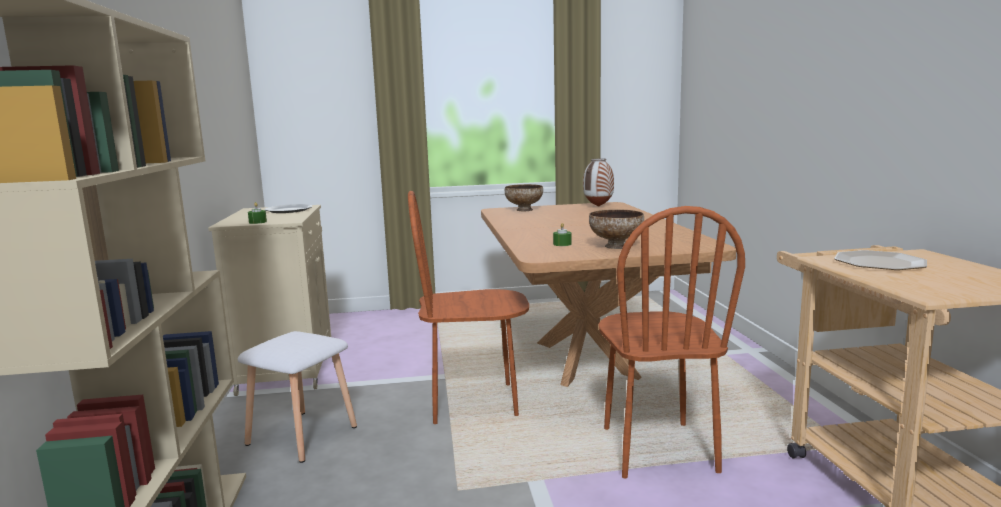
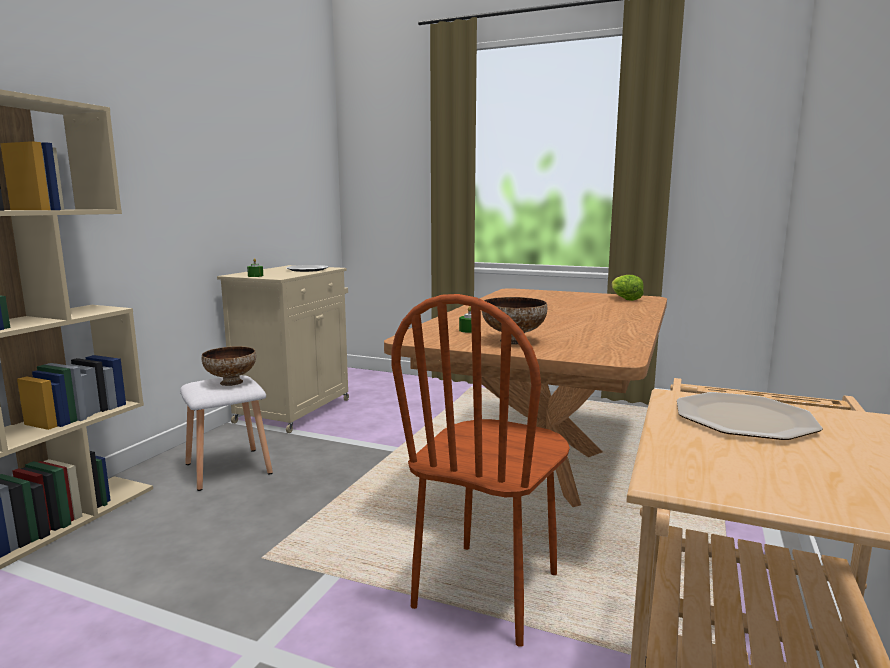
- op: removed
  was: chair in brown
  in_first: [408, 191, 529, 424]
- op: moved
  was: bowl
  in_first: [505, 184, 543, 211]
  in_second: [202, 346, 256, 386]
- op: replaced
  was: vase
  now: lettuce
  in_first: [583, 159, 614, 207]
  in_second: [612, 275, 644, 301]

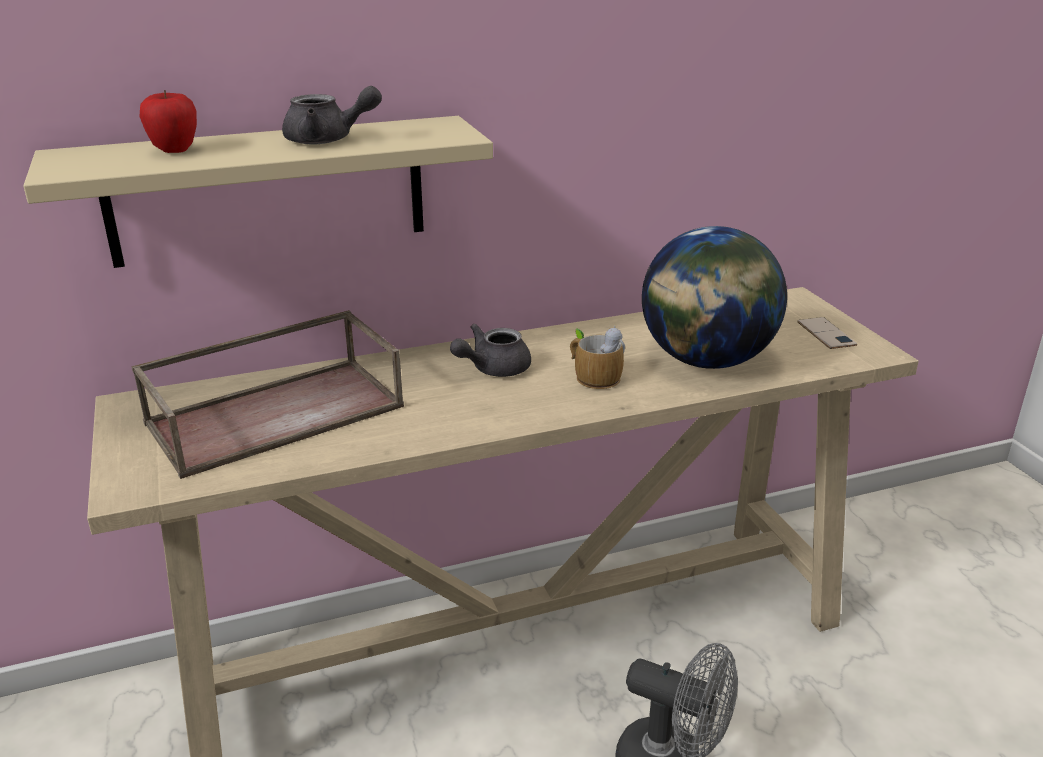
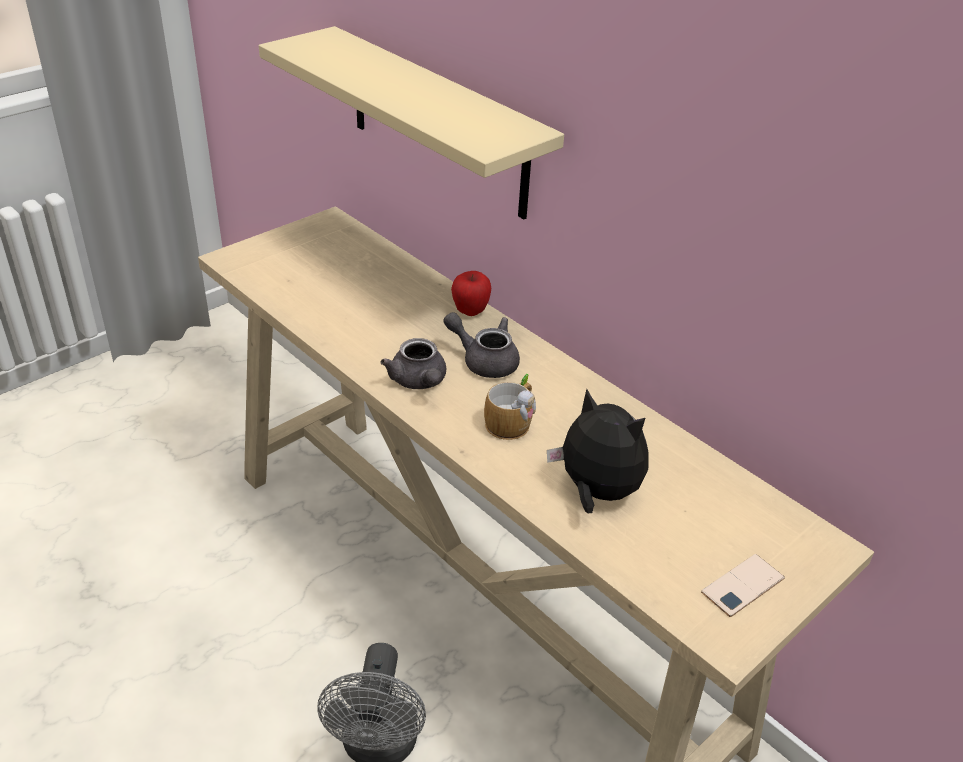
- op: removed
  was: tray in brown
  in_first: [131, 310, 404, 479]
- op: moved
  was: apple
  in_first: [139, 90, 197, 153]
  in_second: [451, 271, 491, 316]
- op: moved
  was: teapot in grey
  in_first: [282, 86, 382, 145]
  in_second: [381, 338, 446, 389]
- op: replaced
  was: globe
  now: plush toy
  in_first: [642, 226, 787, 369]
  in_second: [547, 389, 648, 514]

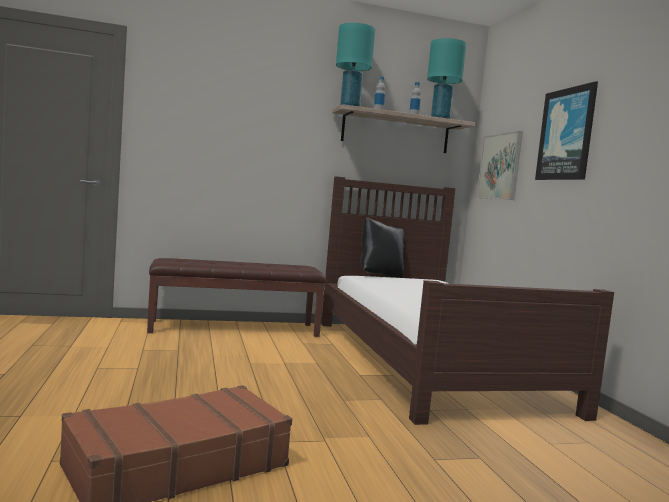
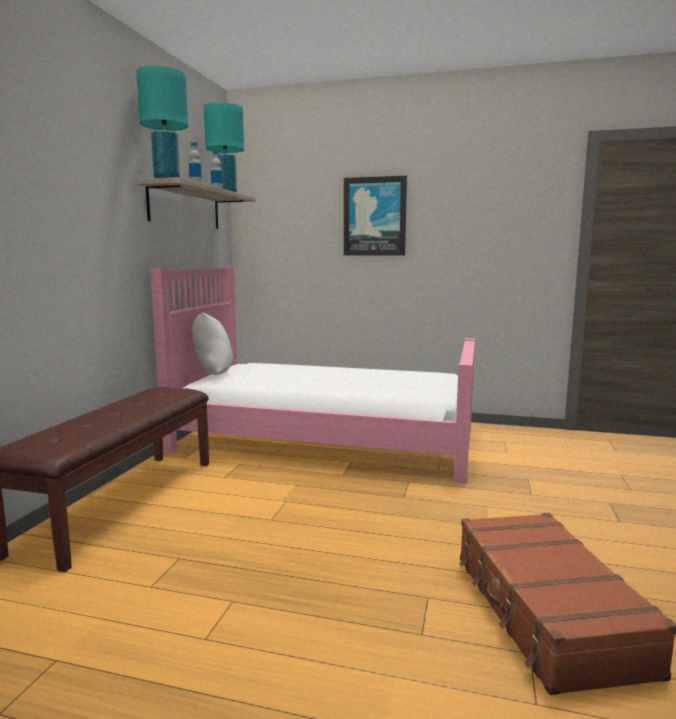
- op: removed
  was: picture
  in_first: [477, 131, 523, 200]
- op: recoloured
  was: bed in brown
  now: bed in pink
  in_first: [321, 177, 614, 425]
  in_second: [150, 266, 475, 484]
- op: recoloured
  was: pillow in black
  now: pillow in white
  in_first: [361, 217, 404, 278]
  in_second: [192, 312, 233, 375]

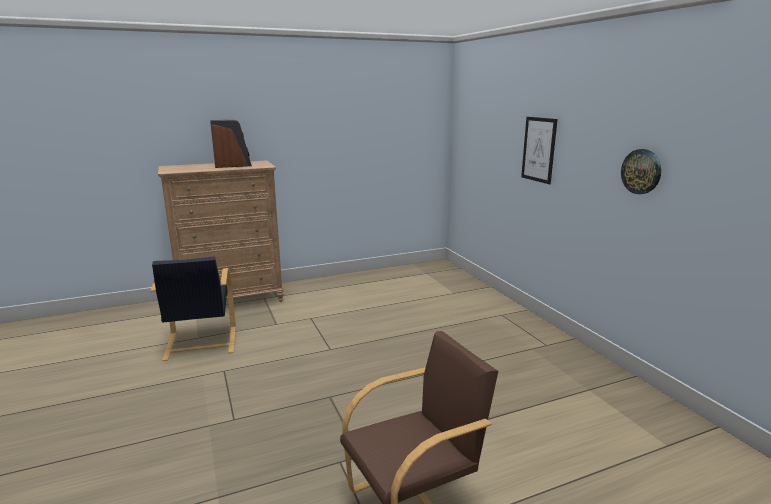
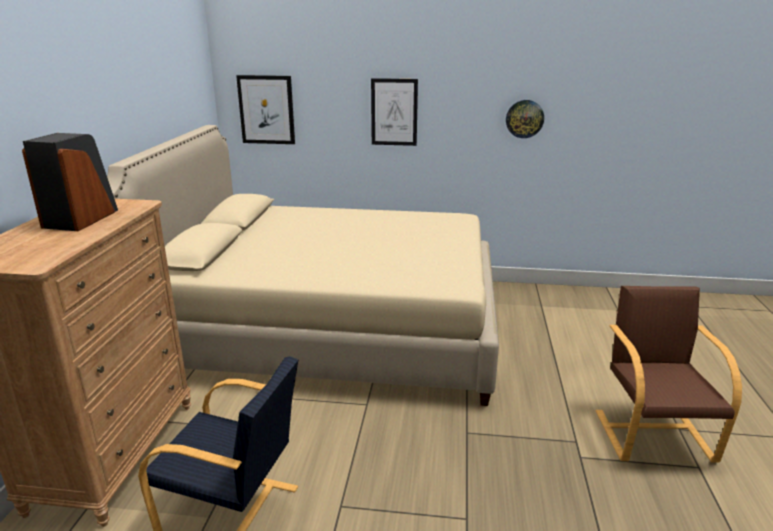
- op: added
  now: bed in beige
  in_second: [107, 125, 499, 406]
- op: added
  now: picture
  in_second: [236, 75, 295, 144]

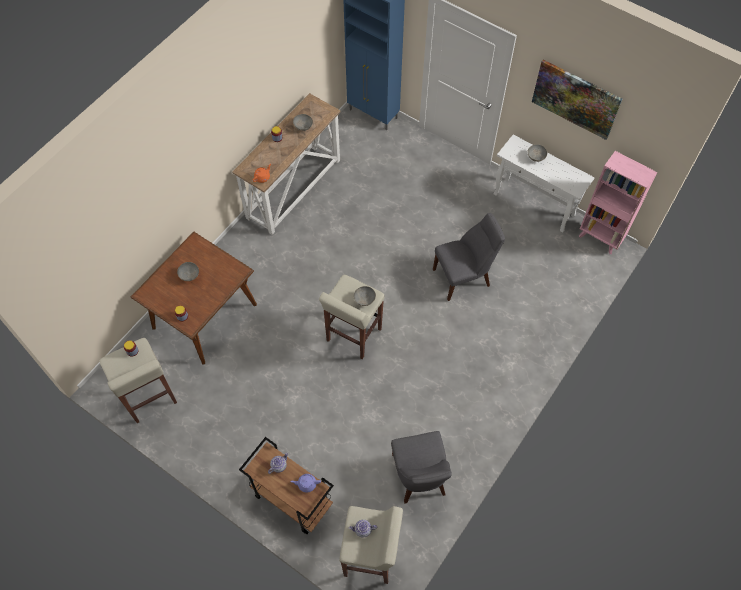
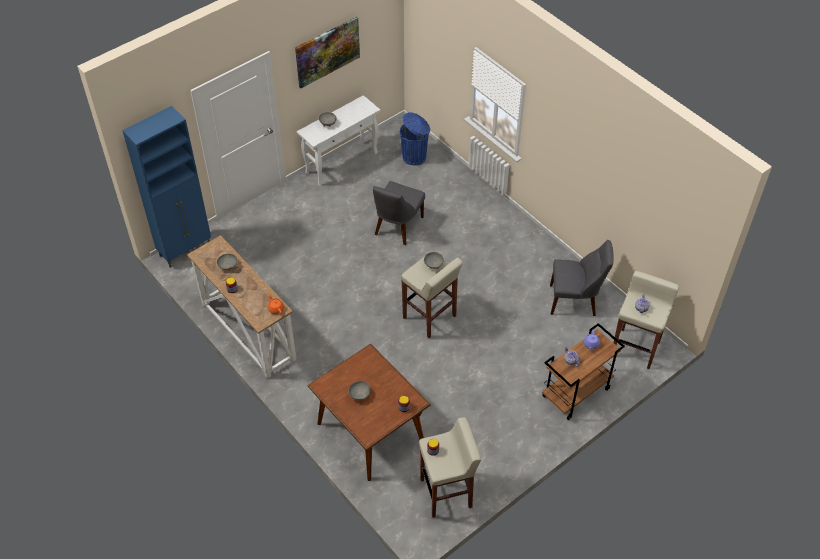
- op: removed
  was: bookcase in pink
  in_first: [579, 151, 657, 254]
- op: added
  now: trash can in blue
  in_second: [400, 112, 430, 165]
- op: turned
  was: chair in grey
  in_first: [433, 213, 505, 301]
  in_second: [373, 181, 425, 245]
  clockwise: -150

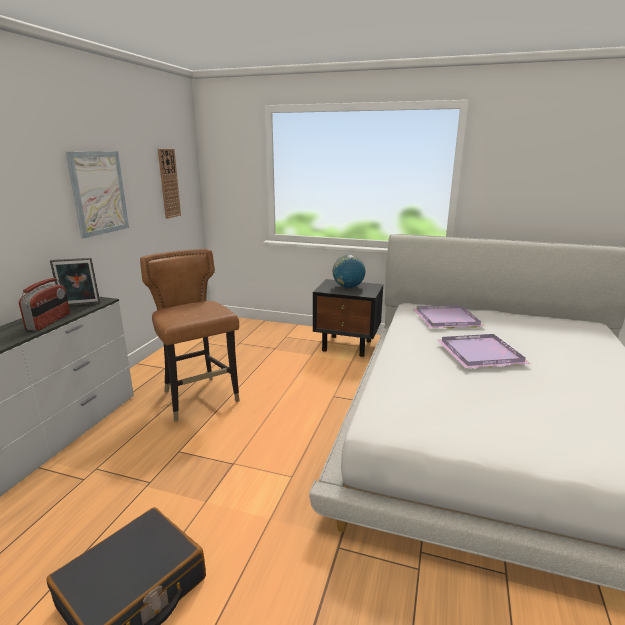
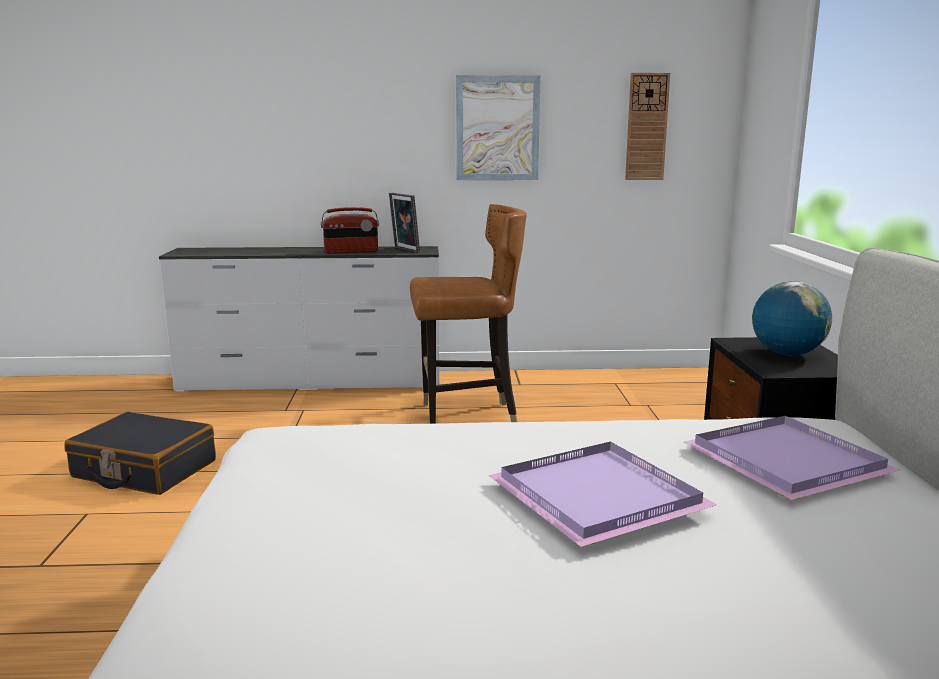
- op: turned
  was: chair in brown
  in_first: [140, 249, 240, 421]
  in_second: [410, 204, 527, 424]
  clockwise: 45

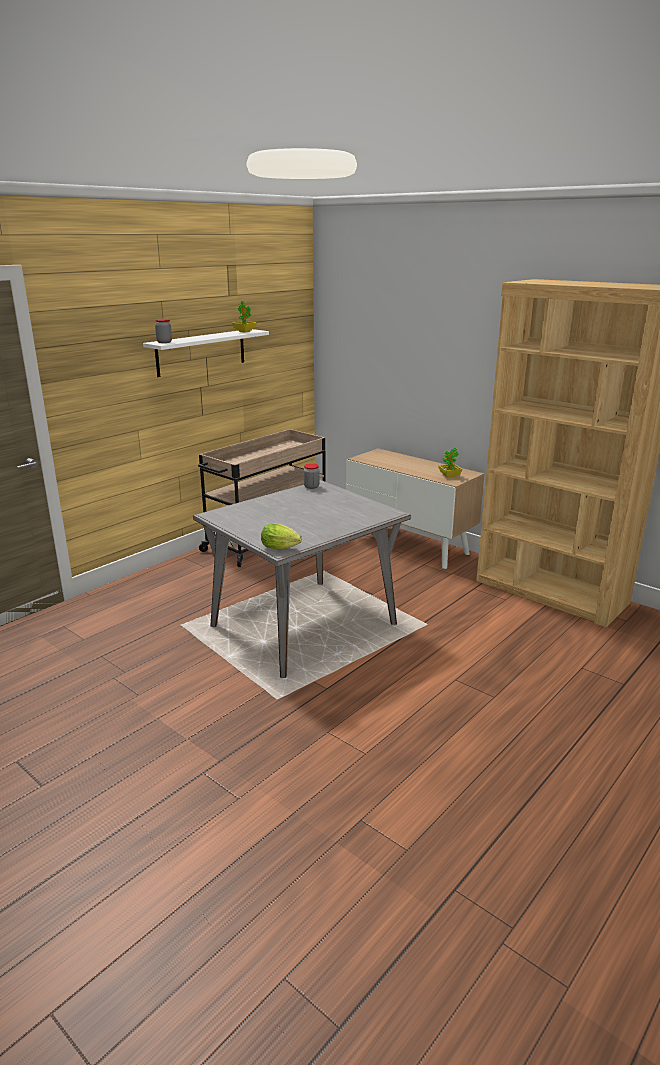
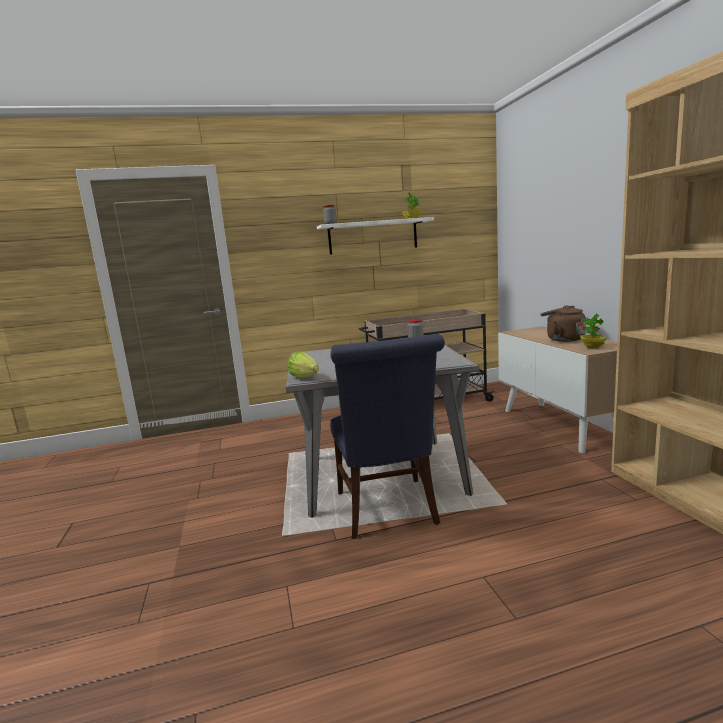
- op: added
  now: chair in blue
  in_second: [330, 334, 445, 539]
- op: added
  now: kettle in brown
  in_second: [541, 305, 586, 342]

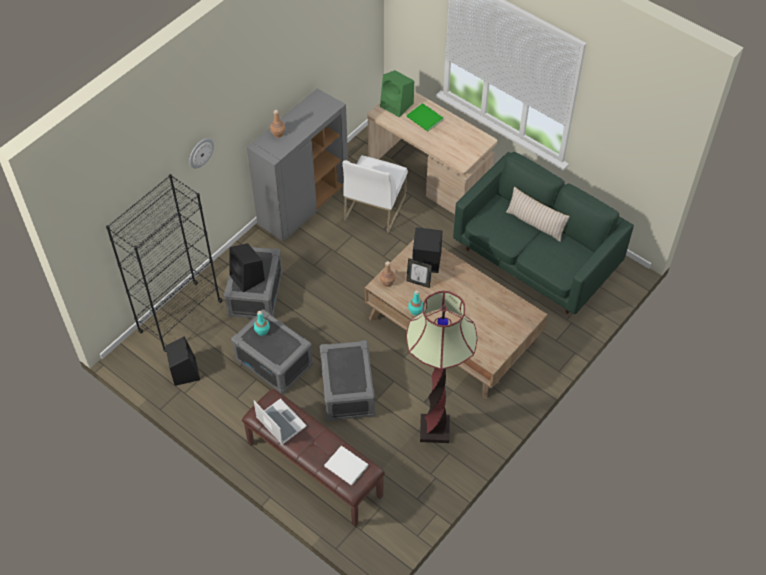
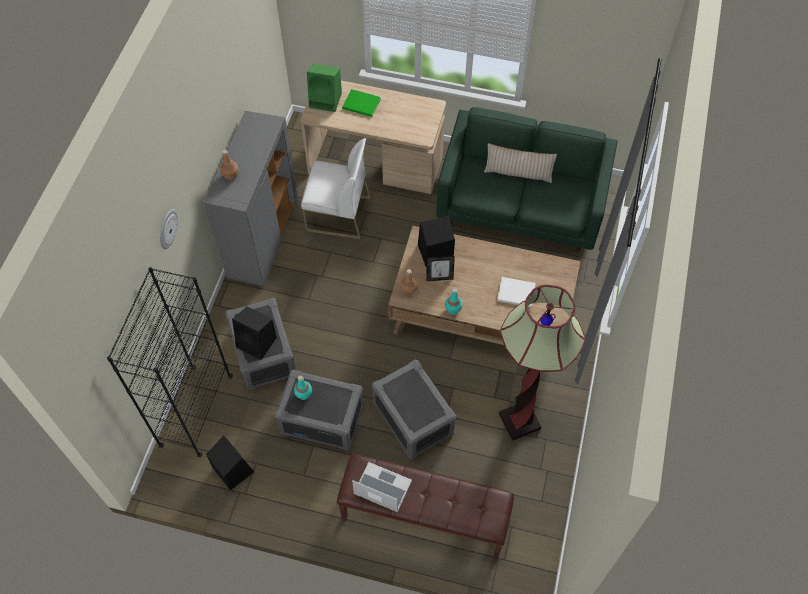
- op: moved
  was: book in white
  in_first: [324, 446, 368, 486]
  in_second: [497, 277, 536, 307]
- op: turned
  was: chair in white
  in_first: [343, 155, 408, 233]
  in_second: [301, 138, 371, 239]
  clockwise: -75

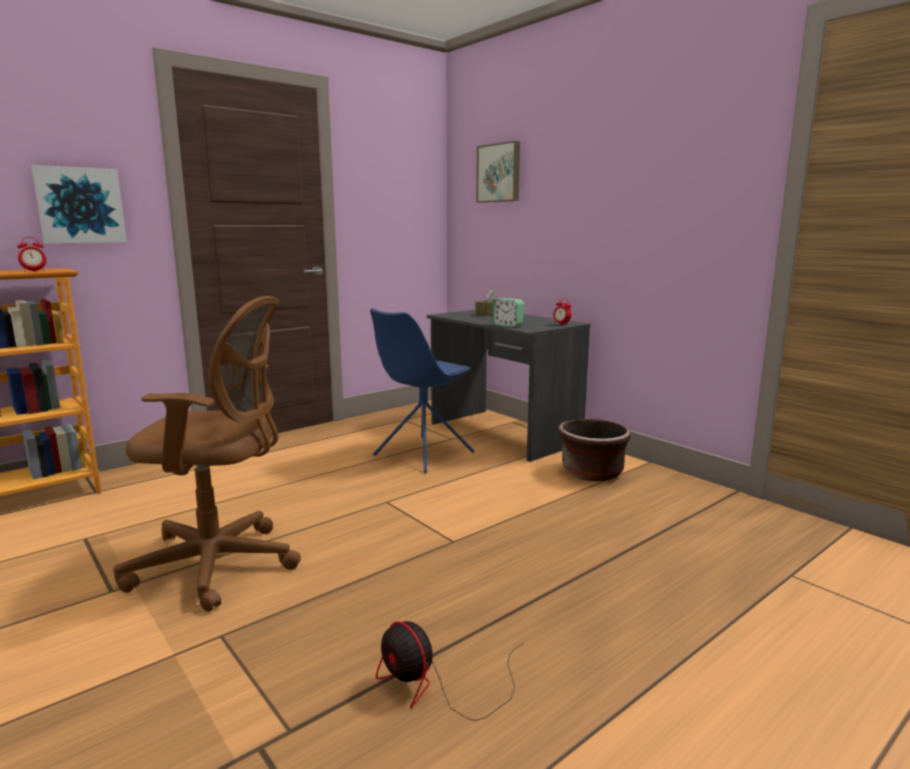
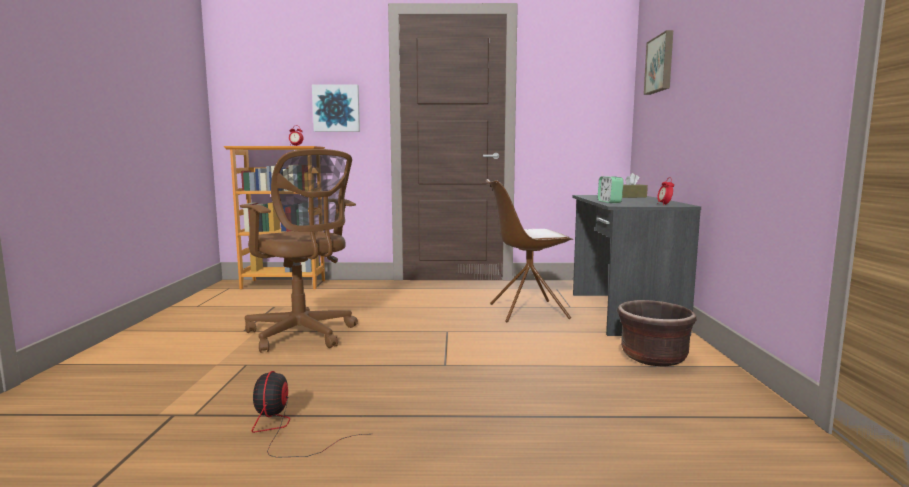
- op: recoloured
  was: chair in blue
  now: chair in brown
  in_first: [370, 308, 474, 473]
  in_second: [486, 179, 573, 322]

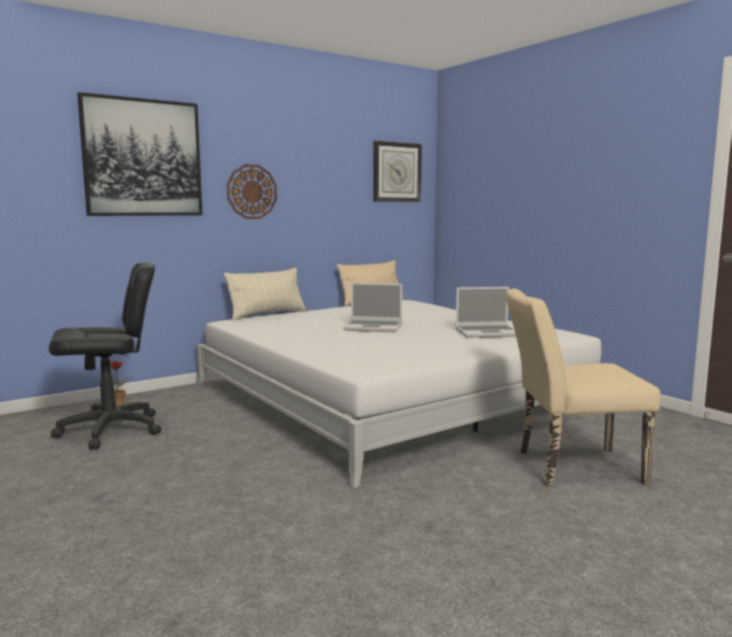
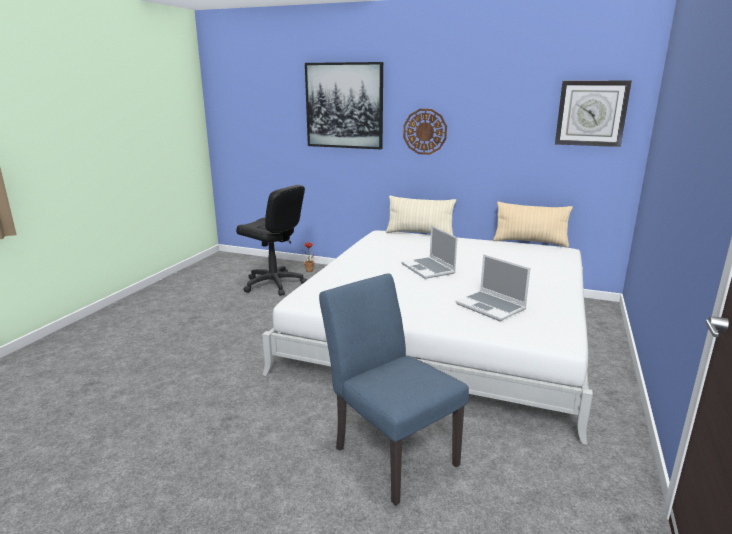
- op: recoloured
  was: chair in beige
  now: chair in blue
  in_first: [506, 289, 660, 486]
  in_second: [319, 273, 469, 506]

